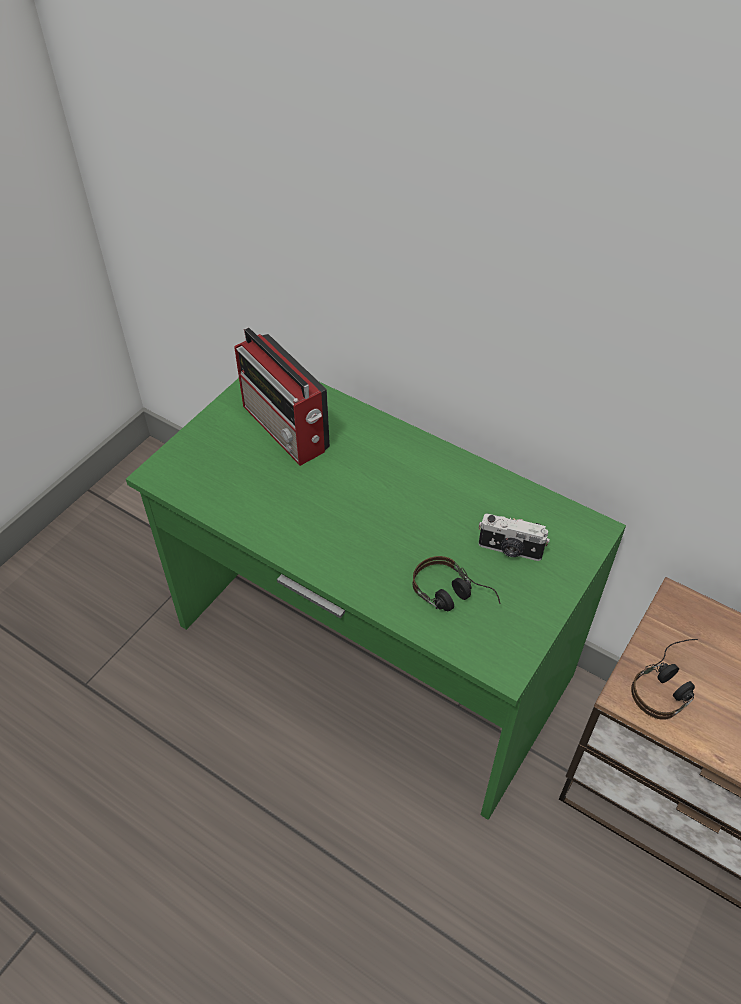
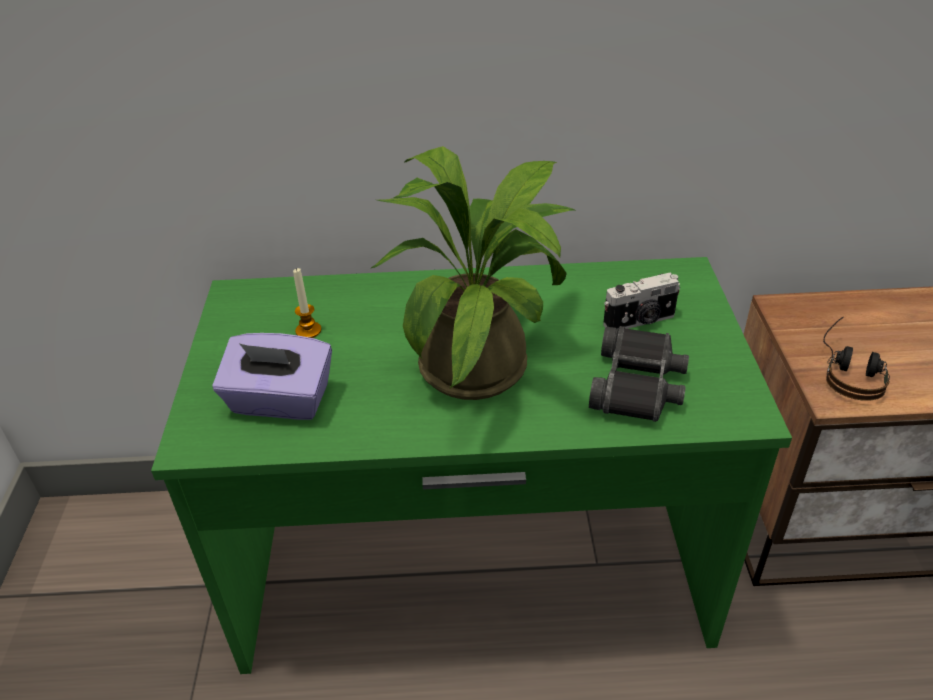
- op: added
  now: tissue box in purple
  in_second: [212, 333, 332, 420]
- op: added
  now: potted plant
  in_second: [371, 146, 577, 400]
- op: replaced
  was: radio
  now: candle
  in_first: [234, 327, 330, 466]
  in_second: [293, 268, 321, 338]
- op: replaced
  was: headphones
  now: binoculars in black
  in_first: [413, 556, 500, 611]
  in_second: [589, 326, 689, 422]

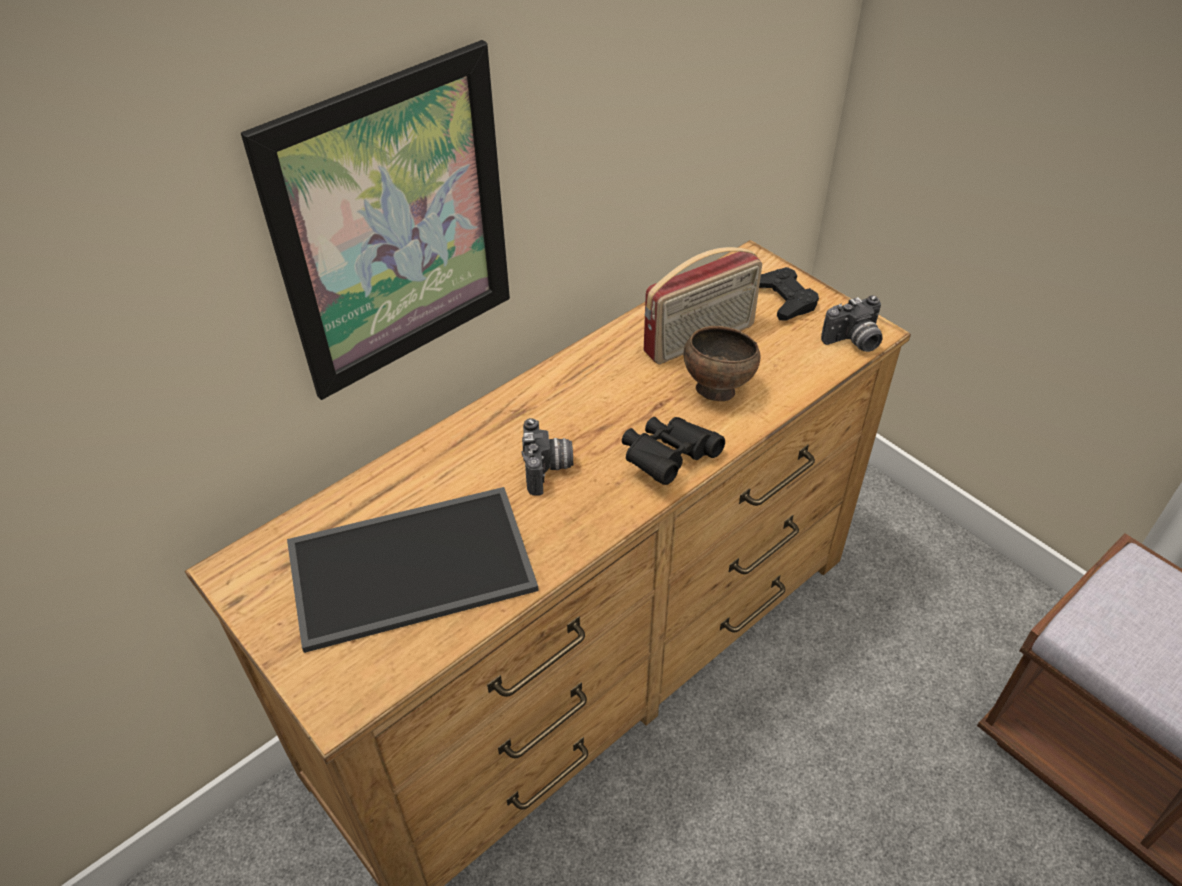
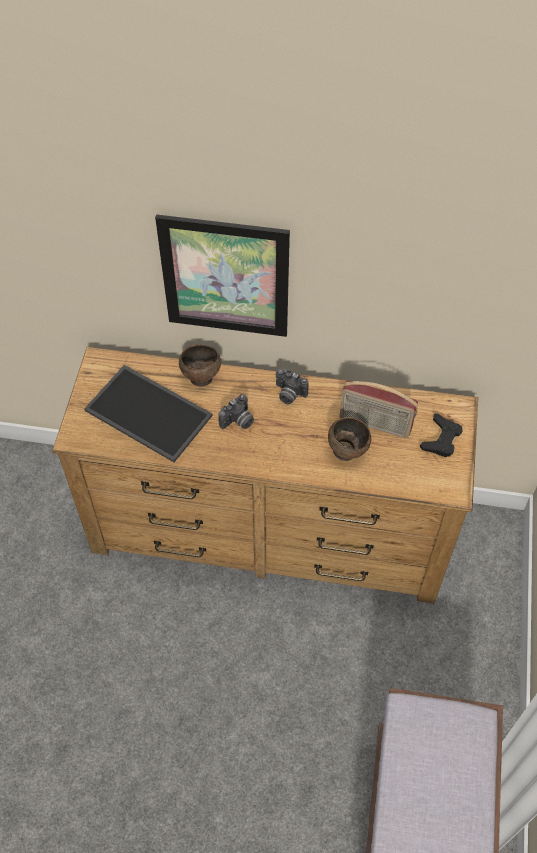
- op: removed
  was: binoculars in black
  in_first: [622, 417, 725, 485]
- op: added
  now: bowl in brown
  in_second: [179, 344, 221, 386]
- op: moved
  was: photo camera
  in_first: [821, 295, 883, 352]
  in_second: [276, 369, 309, 404]

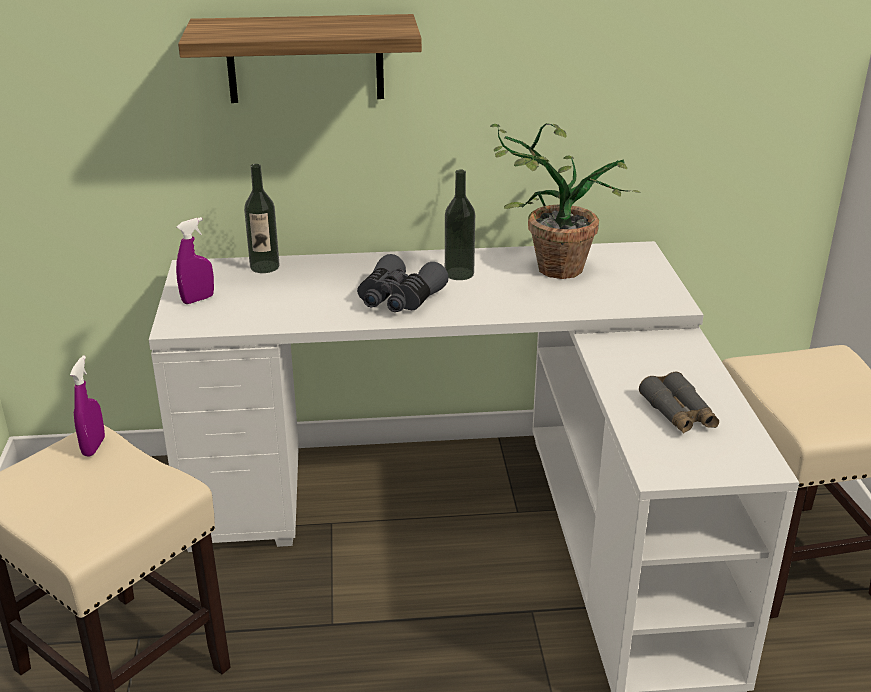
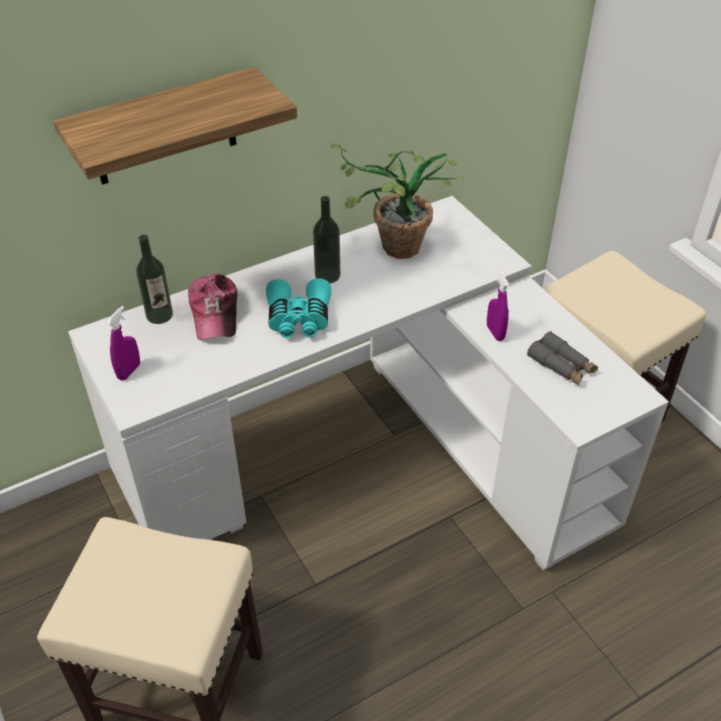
- op: added
  now: cap
  in_second: [188, 274, 237, 339]
- op: moved
  was: spray bottle in purple
  in_first: [70, 355, 105, 457]
  in_second: [487, 269, 509, 341]
- op: recoloured
  was: binoculars in grey
  now: binoculars in turquoise
  in_first: [357, 254, 449, 312]
  in_second: [266, 278, 331, 338]

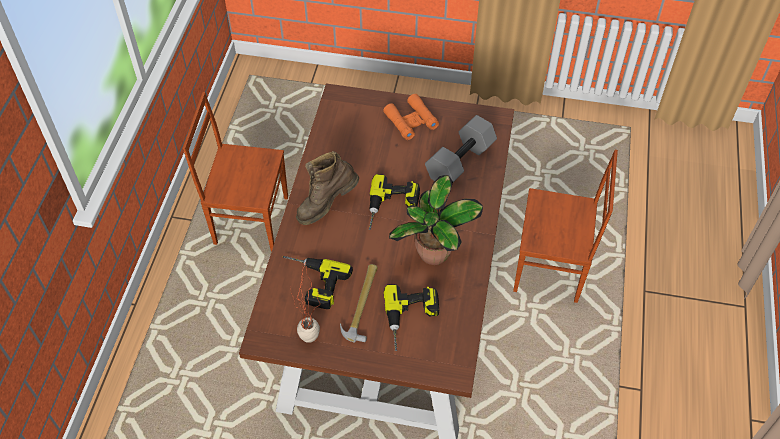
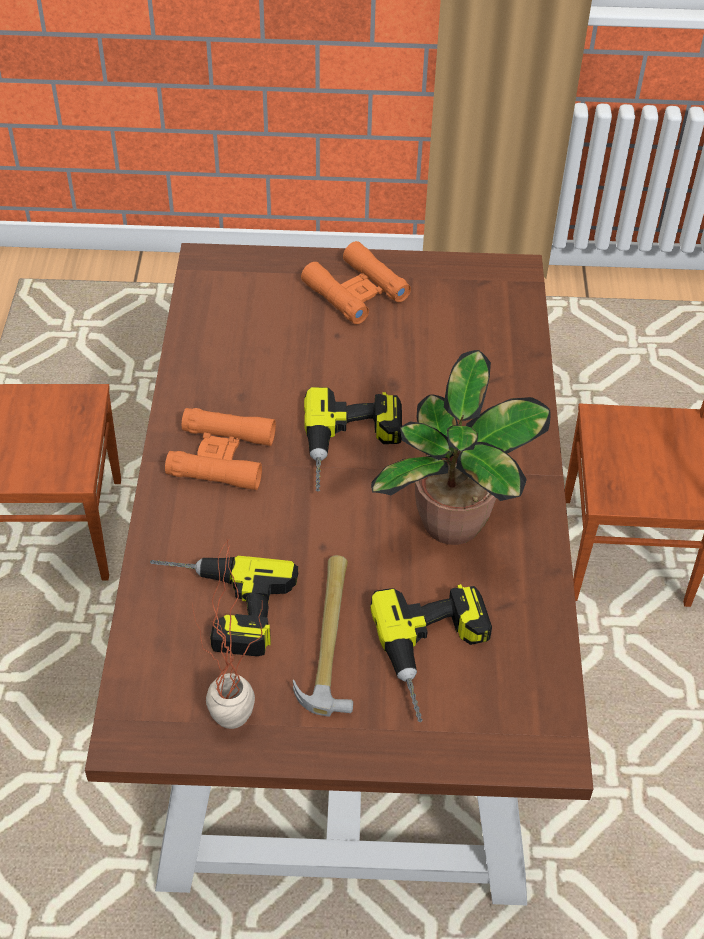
- op: removed
  was: dumbbell in grey
  in_first: [425, 115, 497, 182]
- op: replaced
  was: boot in brown
  now: binoculars in orange
  in_first: [296, 151, 359, 225]
  in_second: [165, 408, 276, 490]

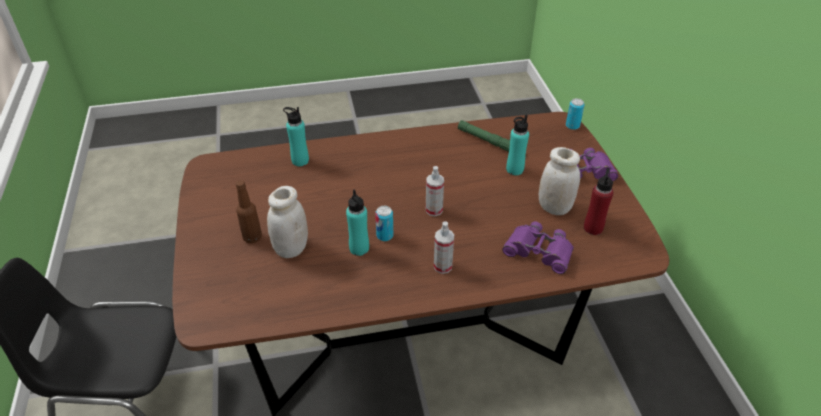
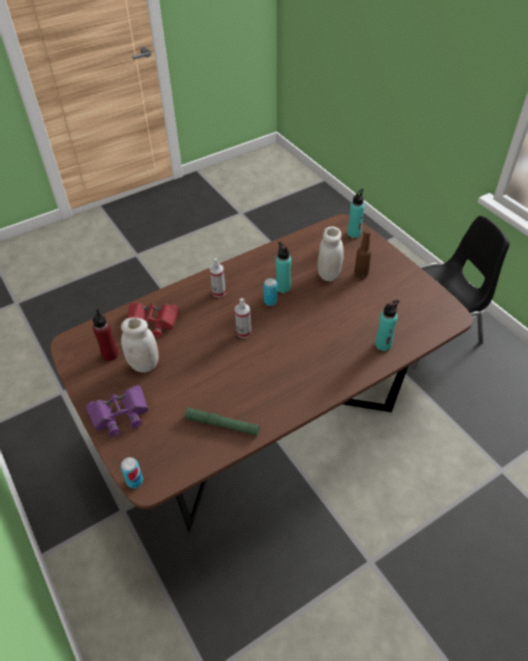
- op: moved
  was: bottle in turquoise
  in_first: [506, 114, 529, 175]
  in_second: [347, 189, 365, 238]
- op: recoloured
  was: binoculars in purple
  now: binoculars in red
  in_first: [502, 222, 574, 274]
  in_second: [127, 302, 179, 338]

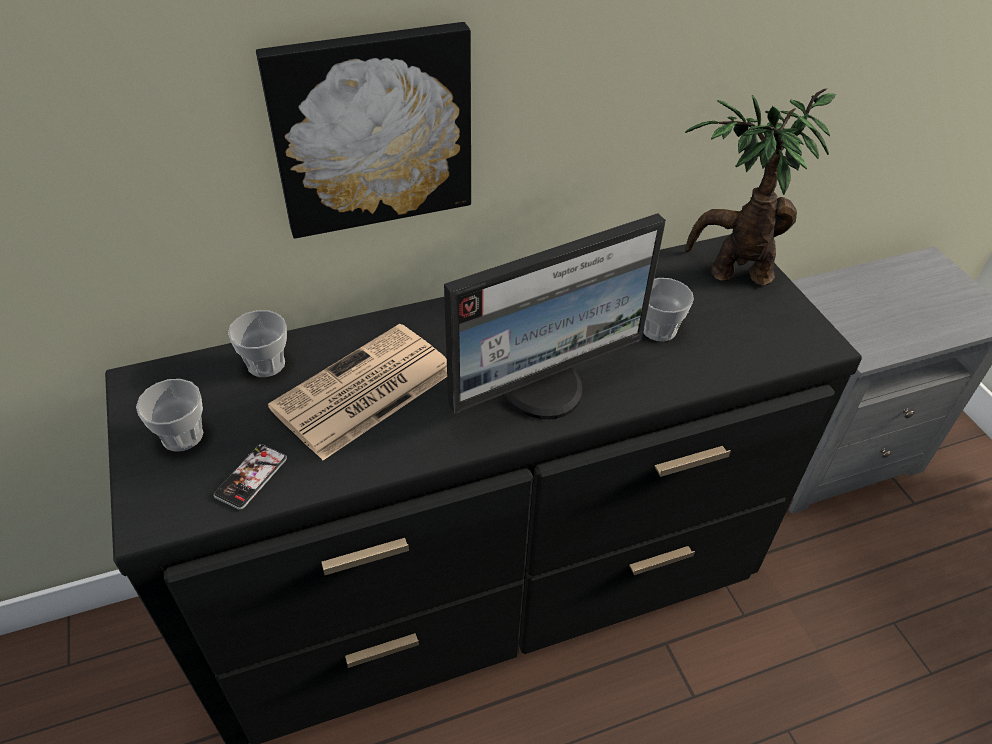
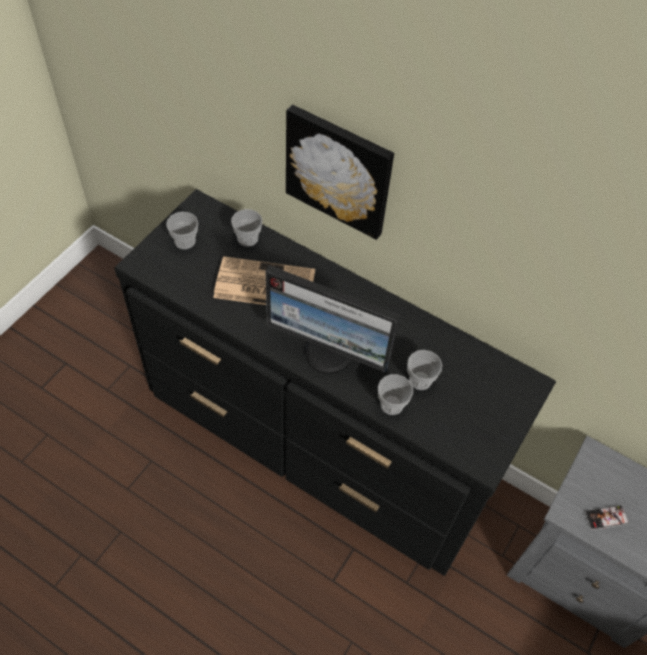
- op: removed
  was: potted plant
  in_first: [685, 88, 836, 285]
- op: added
  now: cup
  in_second: [378, 374, 413, 415]
- op: moved
  was: phone
  in_first: [214, 444, 287, 510]
  in_second: [585, 505, 629, 530]

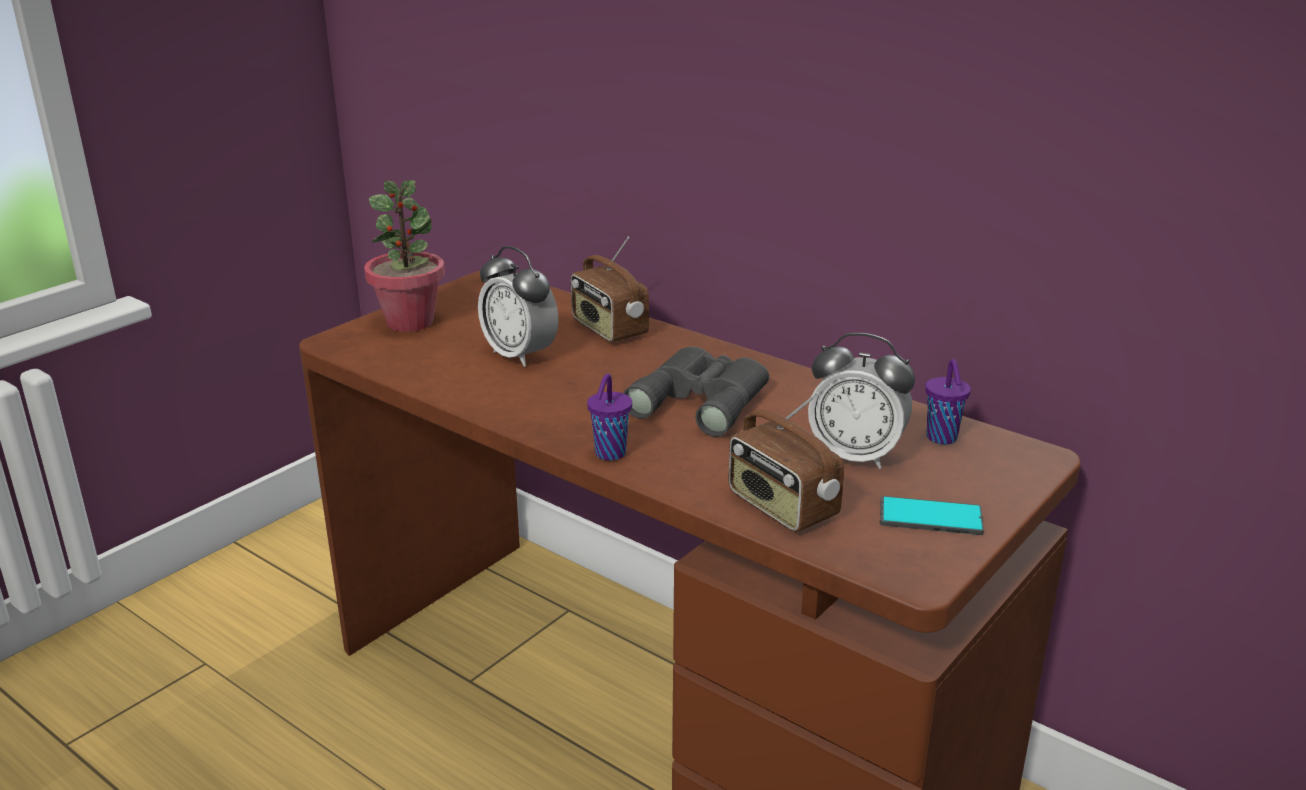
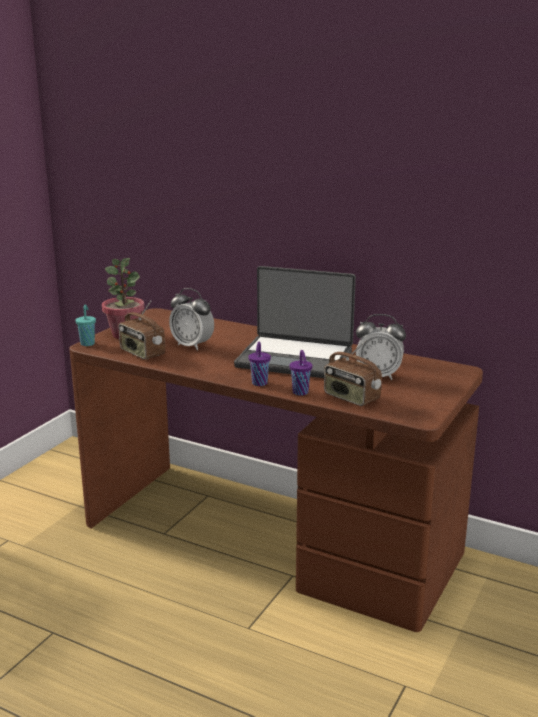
- op: removed
  was: phone
  in_first: [880, 496, 984, 535]
- op: added
  now: cup in turquoise
  in_second: [75, 304, 96, 346]
- op: moved
  was: radio
  in_first: [571, 237, 649, 342]
  in_second: [118, 300, 165, 360]
- op: moved
  was: cup in purple
  in_first: [925, 359, 971, 444]
  in_second: [290, 350, 312, 395]
- op: replaced
  was: binoculars in grey
  now: laptop
  in_first: [624, 347, 769, 437]
  in_second: [234, 266, 356, 378]

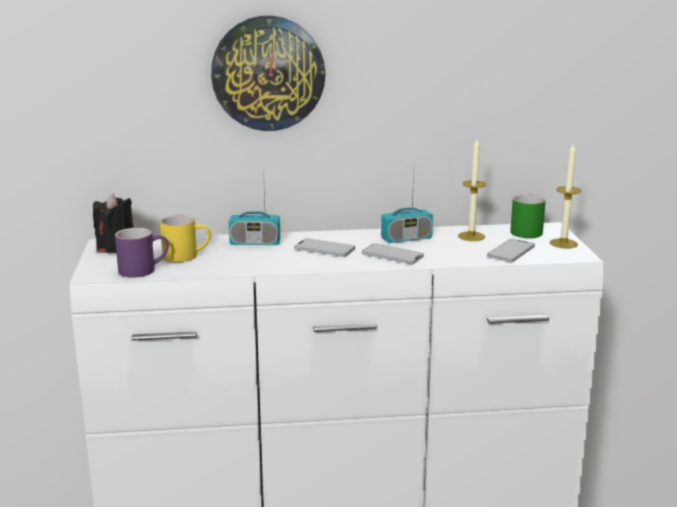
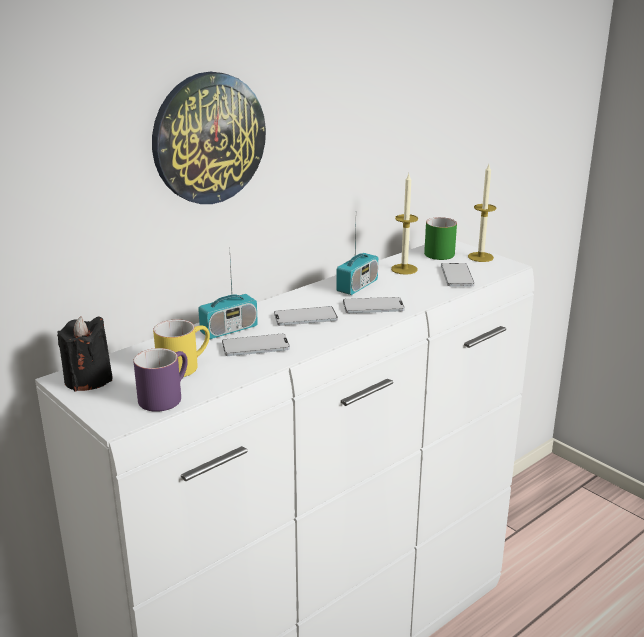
- op: added
  now: phone
  in_second: [222, 334, 290, 356]

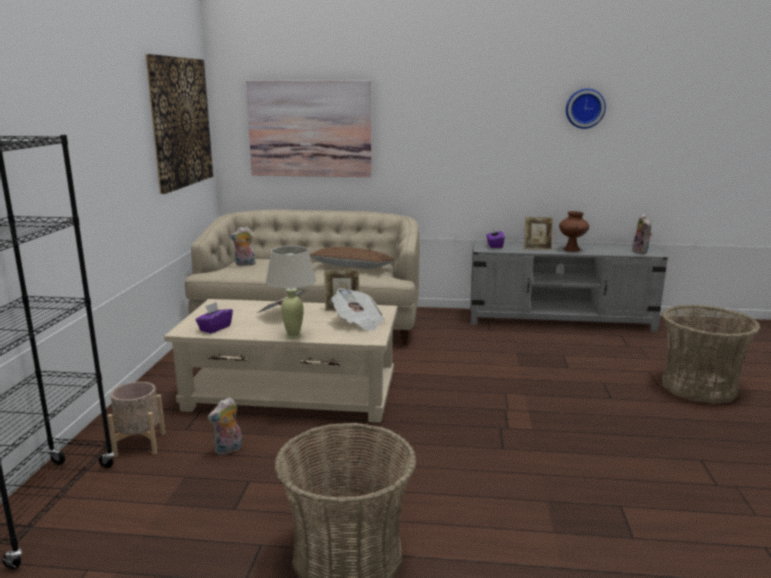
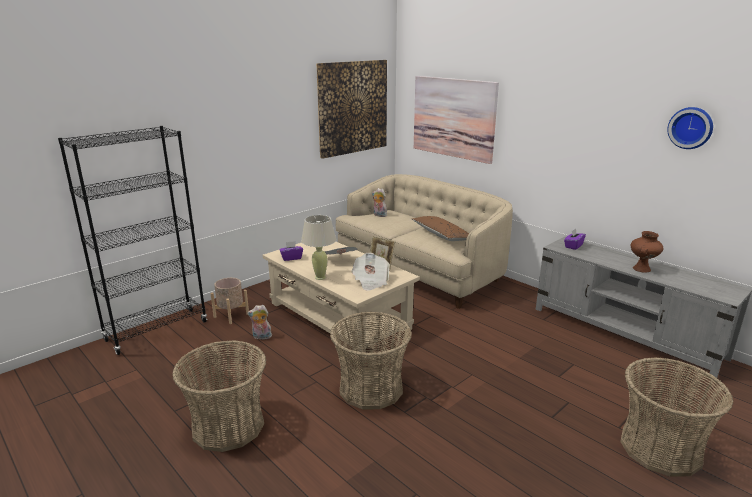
- op: removed
  was: picture frame
  in_first: [524, 217, 553, 250]
- op: removed
  was: plush toy
  in_first: [632, 213, 652, 254]
- op: added
  now: basket
  in_second: [330, 312, 412, 409]

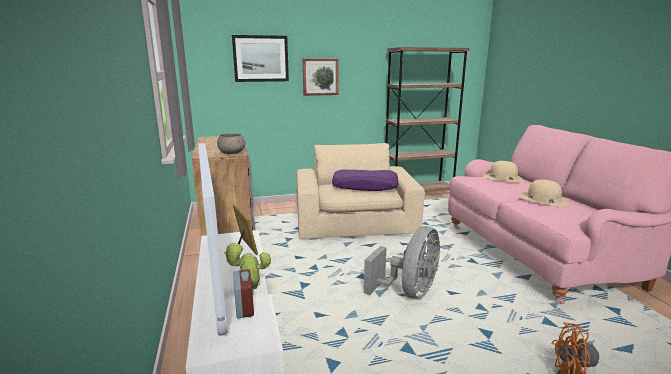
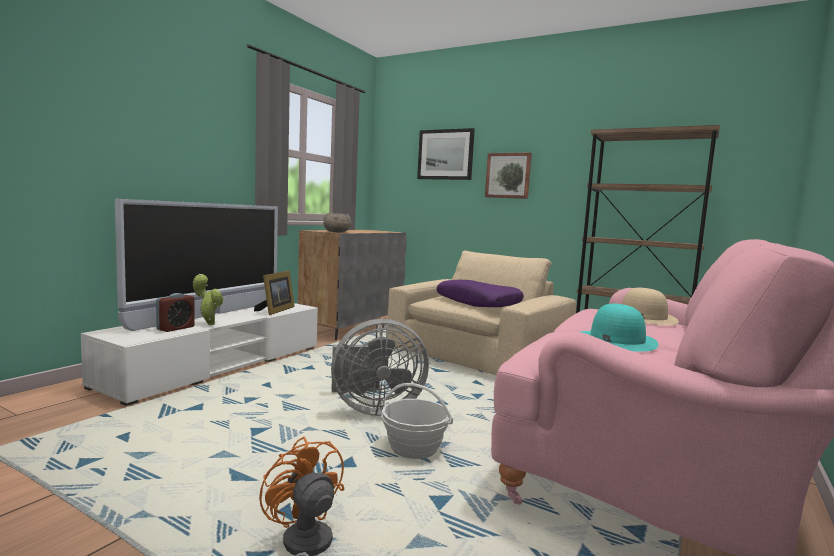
- op: added
  now: basket
  in_second: [381, 383, 453, 459]
- op: recoloured
  was: hat in beige
  now: hat in turquoise
  in_first: [520, 179, 568, 206]
  in_second: [581, 304, 659, 352]

